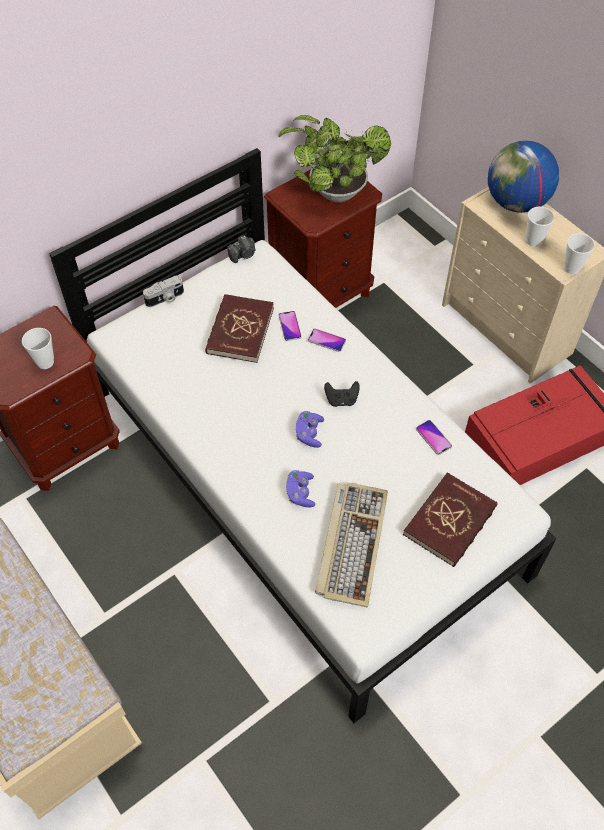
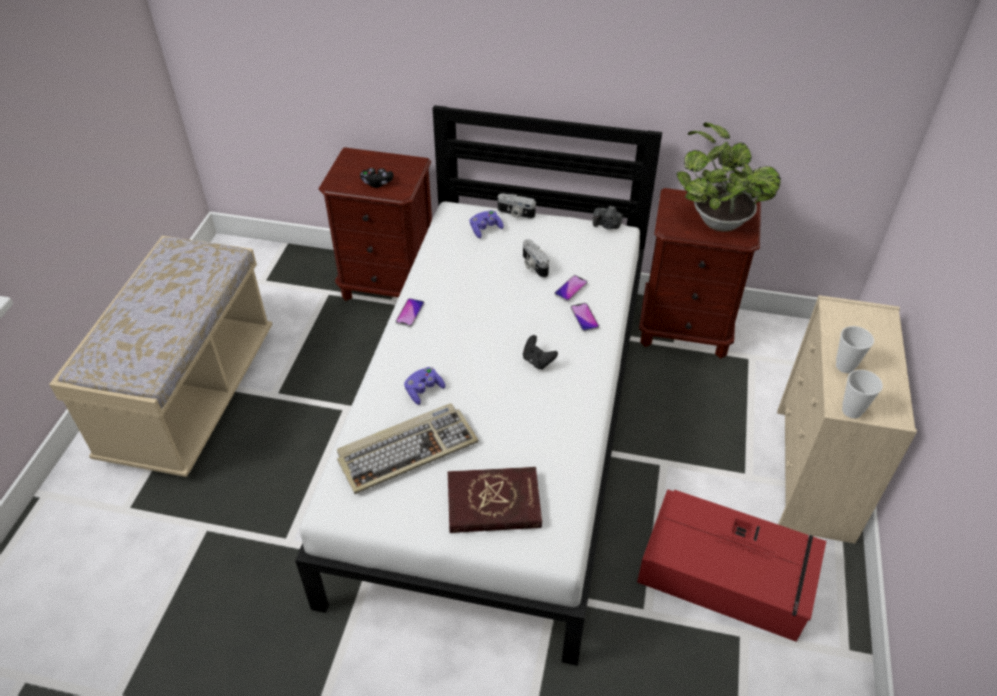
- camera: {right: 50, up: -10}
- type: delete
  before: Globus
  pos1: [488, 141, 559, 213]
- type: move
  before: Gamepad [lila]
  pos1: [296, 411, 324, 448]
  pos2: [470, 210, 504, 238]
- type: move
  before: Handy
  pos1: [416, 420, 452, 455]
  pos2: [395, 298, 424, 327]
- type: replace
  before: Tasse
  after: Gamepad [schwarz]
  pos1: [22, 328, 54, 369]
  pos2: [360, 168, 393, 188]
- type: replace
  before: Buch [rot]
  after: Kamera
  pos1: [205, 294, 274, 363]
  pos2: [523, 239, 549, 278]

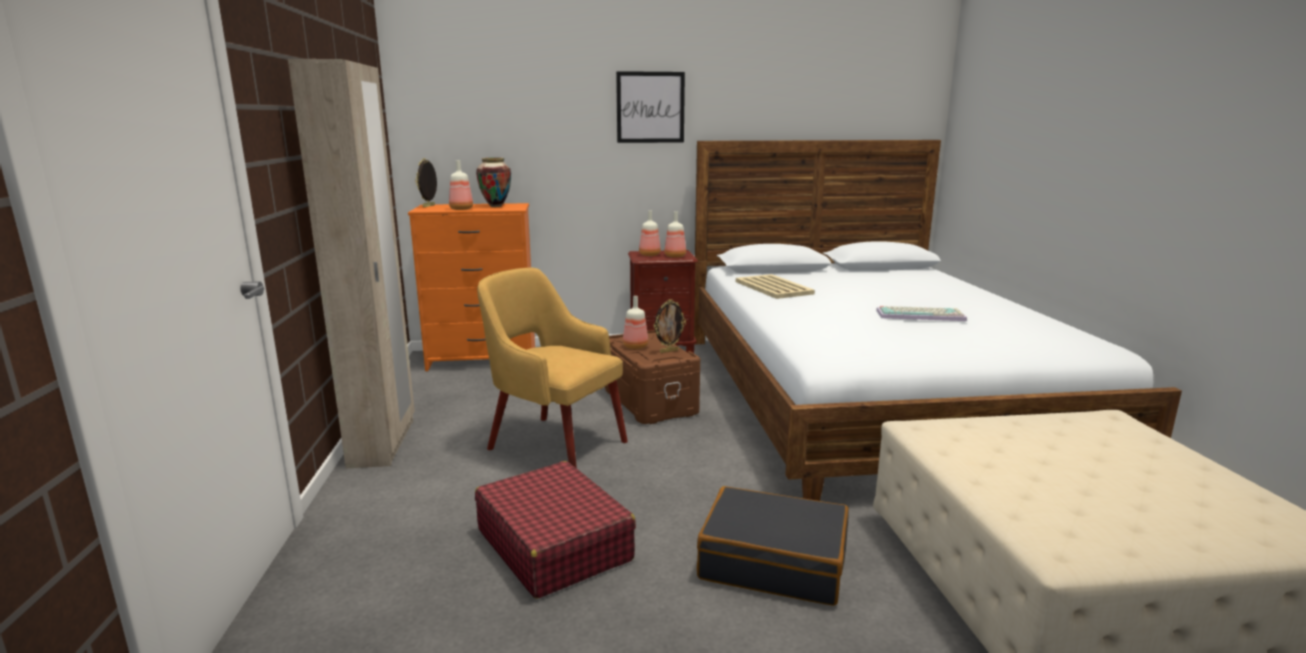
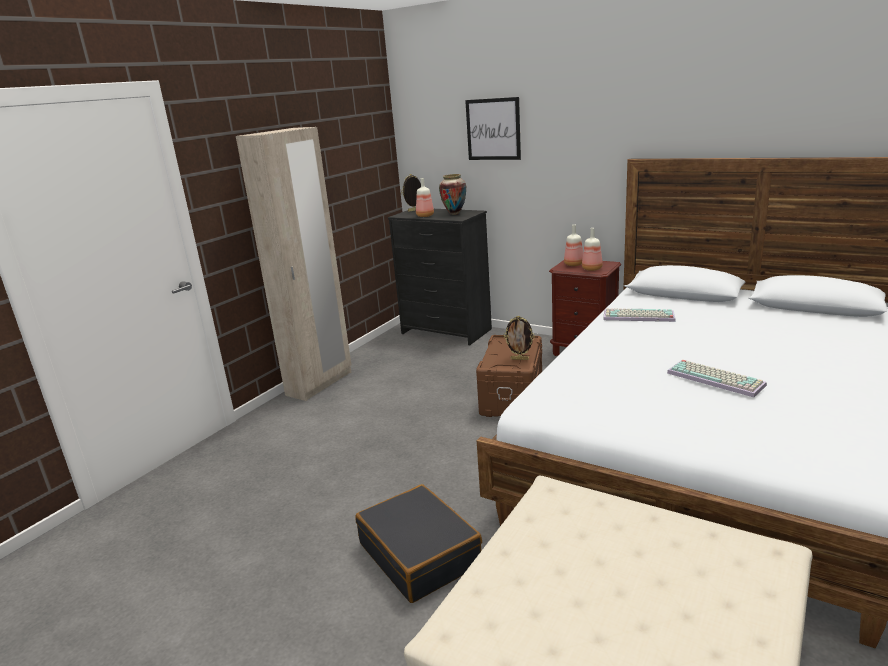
- camera: {right: 40, up: 5}
- type: delete
  before: Koffer [rot]
  pos1: [475, 461, 636, 599]
- type: delete
  before: Sessel [gelb]
  pos1: [477, 268, 628, 468]
- type: delete
  before: Flasche
  pos1: [623, 296, 648, 349]
- type: move
  before: Bild
  pos1: [616, 71, 685, 143]
  pos2: [465, 97, 521, 160]
- type: replace
  before: Tablett [beige]
  after: Tastatur
  pos1: [736, 274, 815, 299]
  pos2: [603, 308, 676, 322]
- type: recolor
  before: Kommode [orange]
  after: Kommode [schwarz]
  pos1: [408, 203, 535, 371]
  pos2: [388, 209, 492, 345]

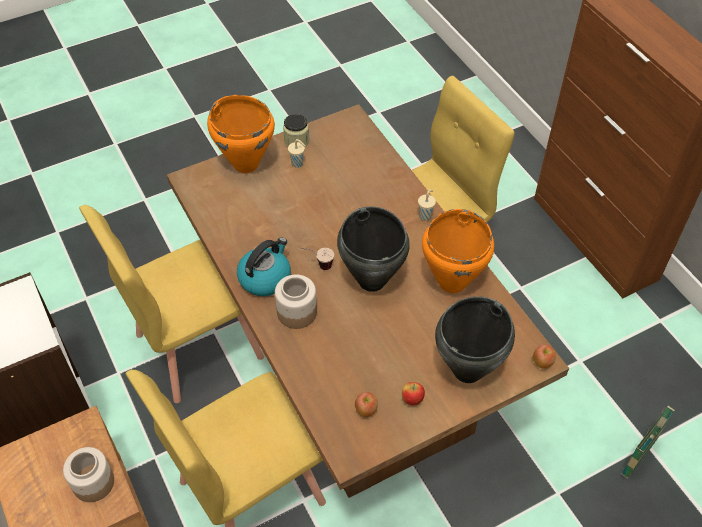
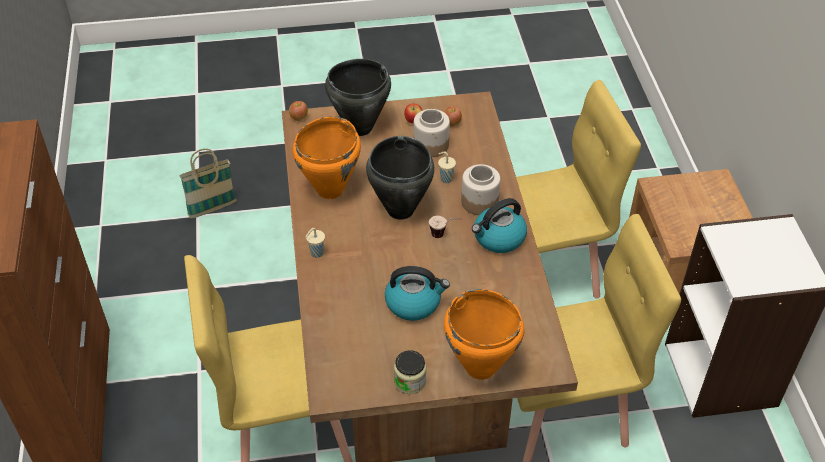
- camera: {right: -160, up: -5}
- type: insert
  after: Wasserkessel
  pos2: [385, 266, 450, 321]
- type: move
  before: Vorratsglas
  pos1: [63, 447, 114, 502]
  pos2: [414, 109, 450, 157]
- type: move
  before: Tasse [beige]
  pos1: [288, 139, 305, 168]
  pos2: [438, 151, 456, 183]

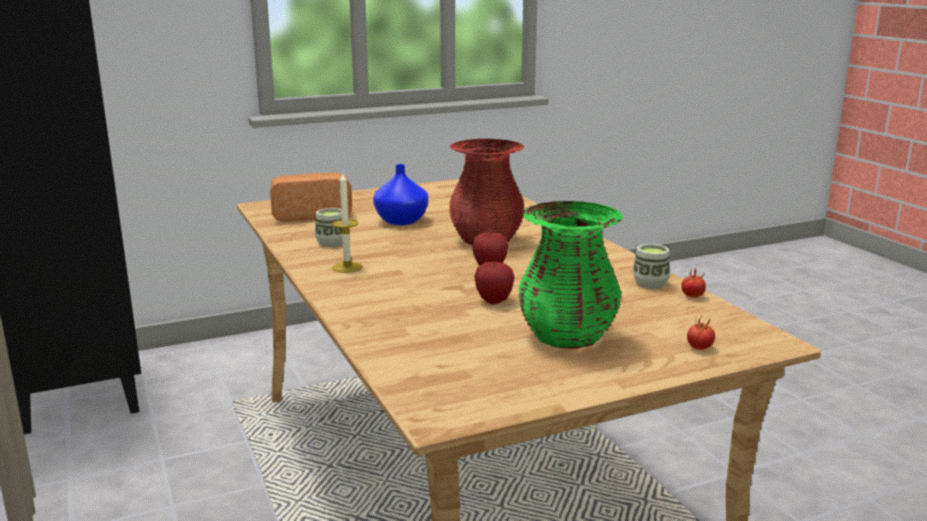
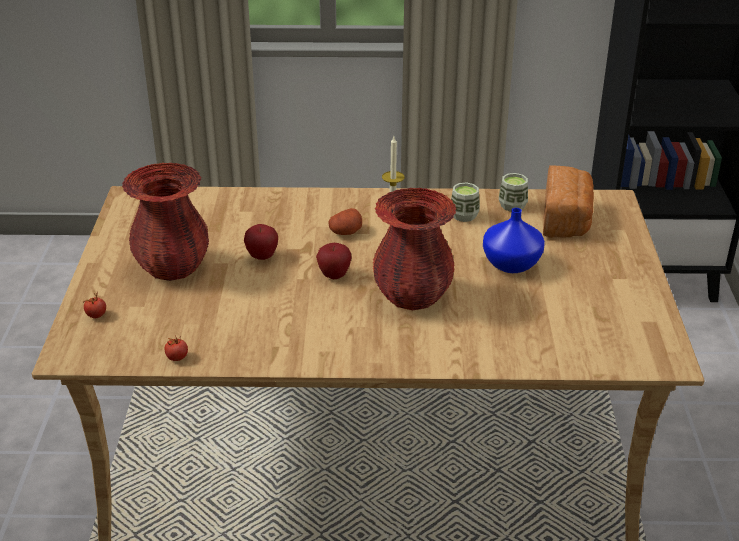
- camera: {right: 115, up: 15}
- type: insert
  after: Kartoffel
  pos2: [328, 208, 362, 235]
- type: move
  before: Tasse
  pos1: [633, 244, 670, 289]
  pos2: [499, 173, 528, 211]
- type: recolor
  before: Vase [grün]
  after: Vase [rot]
  pos1: [518, 201, 624, 349]
  pos2: [122, 163, 209, 281]

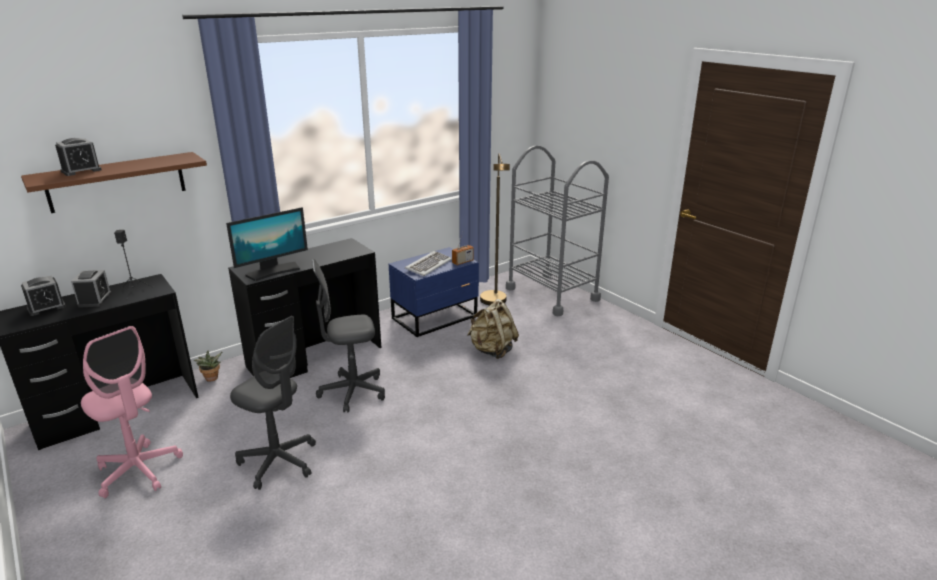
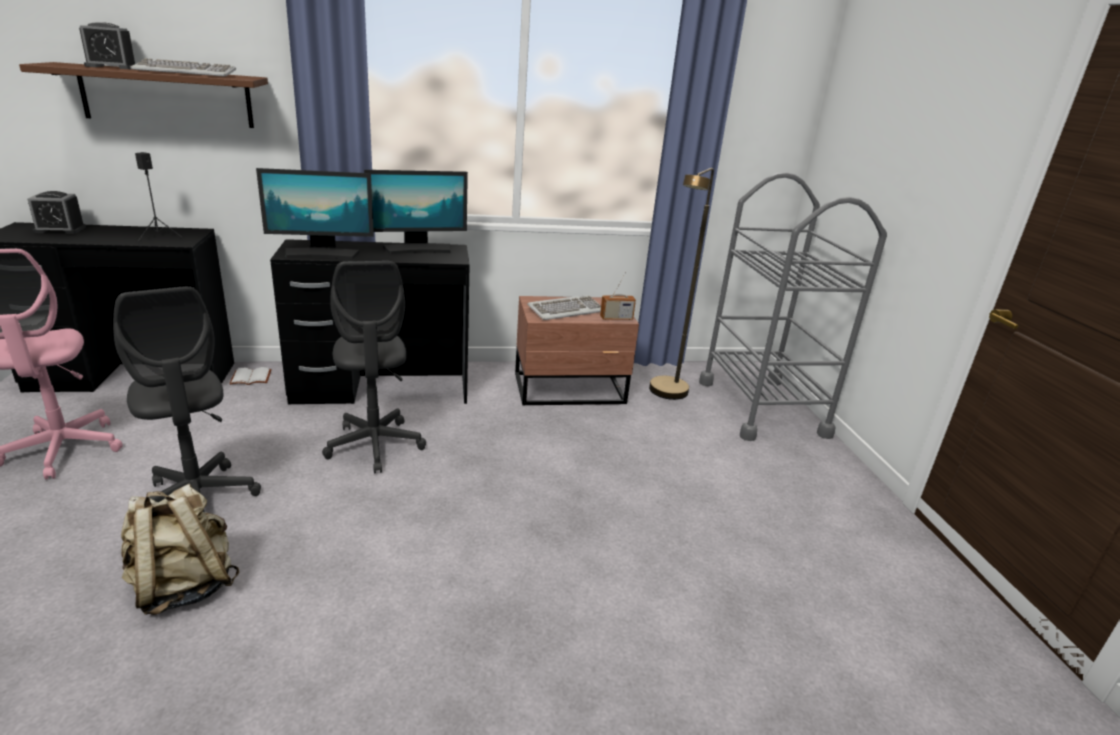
- camera: {right: 25, up: 0}
- type: delete
  before: Wecker
  pos1: [71, 270, 112, 308]
- type: insert
  after: Tastatur
  pos2: [130, 58, 236, 77]
- type: insert
  after: Monitor
  pos2: [364, 170, 468, 254]
- type: move
  before: Rucksack [beige]
  pos1: [467, 299, 519, 359]
  pos2: [121, 484, 240, 615]
- type: replace
  before: Topfpflanze
  after: Buch [weiß]
  pos1: [194, 351, 222, 382]
  pos2: [230, 367, 272, 385]
- type: recolor
  before: Nachttisch [blau]
  after: Nachttisch [braun]
  pos1: [389, 247, 479, 337]
  pos2: [515, 296, 639, 405]
- type: rotate
  before: Bürostuhl [grau]
  pos1: [312, 259, 385, 413]
  pos2: [322, 261, 426, 474]
  turn: -120

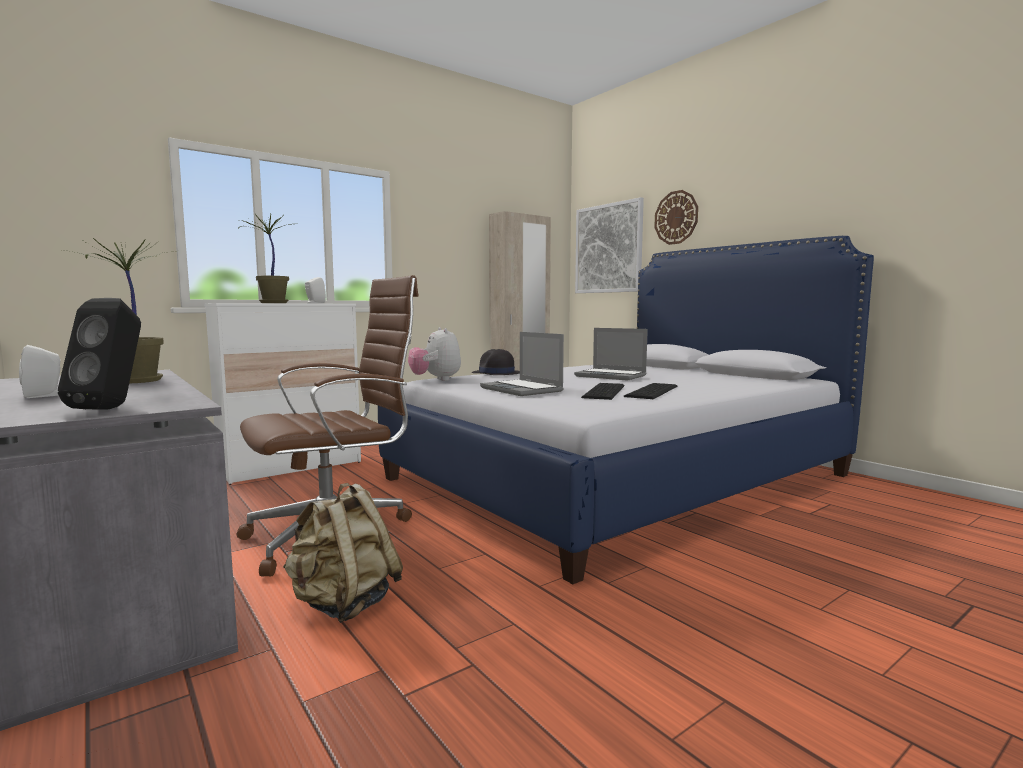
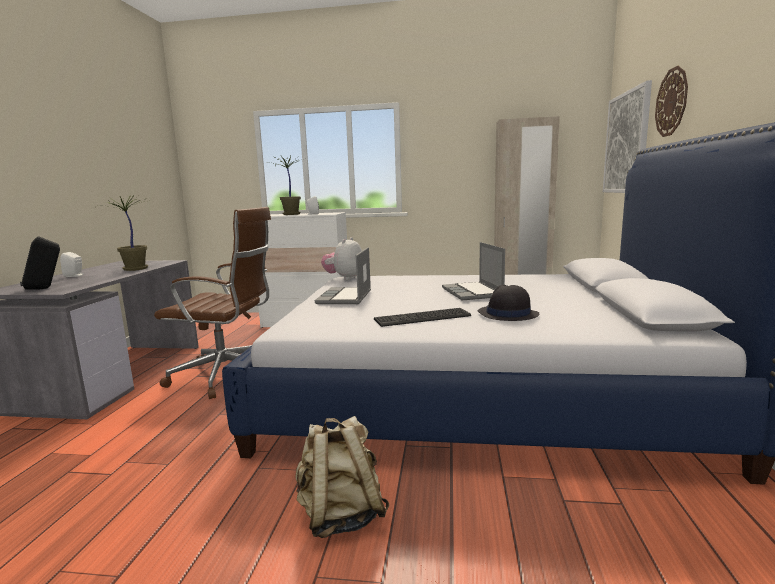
- camera: {right: 45, up: 5}
- type: delete
  before: Tastatur
  pos1: [581, 383, 625, 400]
- type: move
  before: Rucksack [beige]
  pos1: [283, 483, 403, 623]
  pos2: [296, 416, 390, 538]
- type: move
  before: Hut [schwarz]
  pos1: [472, 349, 520, 375]
  pos2: [478, 285, 539, 321]

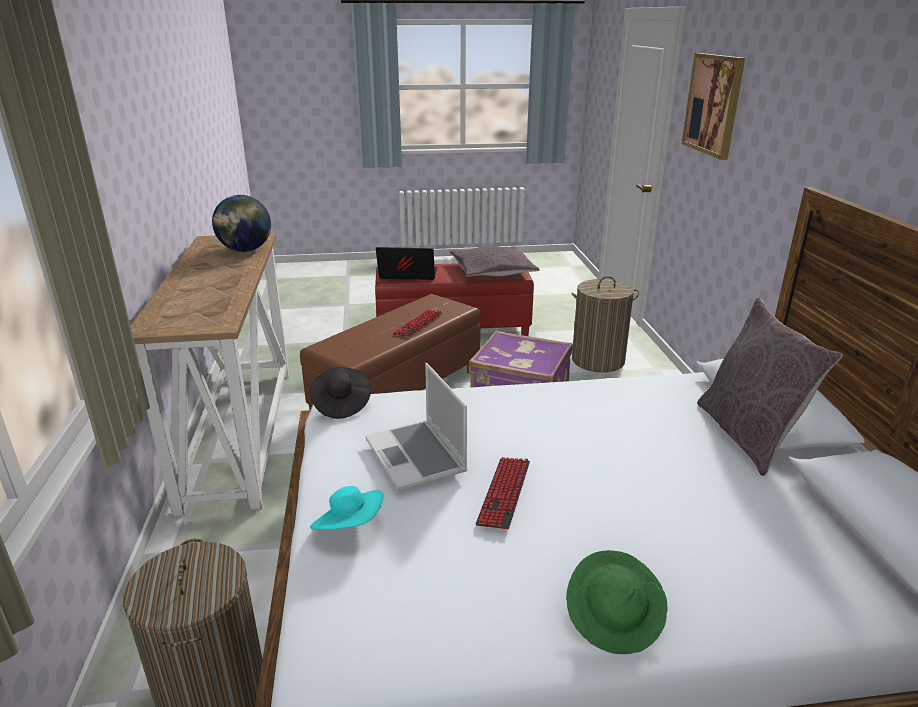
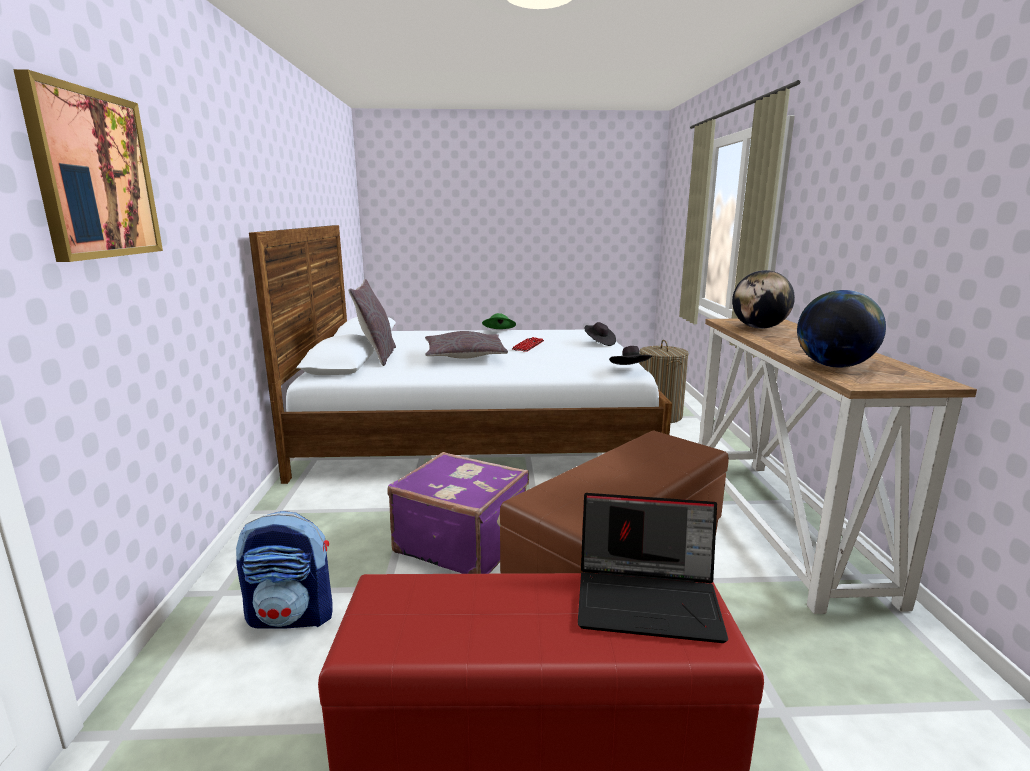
- camera: {right: -175, up: -10}
- type: delete
  before: Laptop
  pos1: [366, 363, 467, 491]
- type: delete
  before: Tastatur
  pos1: [393, 310, 442, 337]
- type: insert
  after: Globus
  pos2: [732, 270, 795, 329]
- type: move
  before: Kissen [grau]
  pos1: [450, 246, 540, 277]
  pos2: [425, 331, 508, 359]
- type: replace
  before: Wäschekorb
  after: Rucksack
  pos1: [571, 276, 639, 373]
  pos2: [236, 511, 332, 629]
- type: recolor
  before: Hut [türkis]
  after: Hut [schwarz]
  pos1: [310, 486, 384, 530]
  pos2: [584, 322, 616, 346]

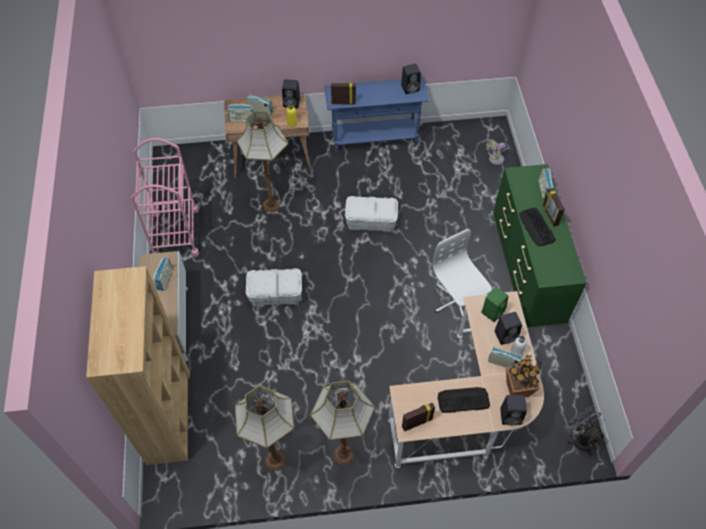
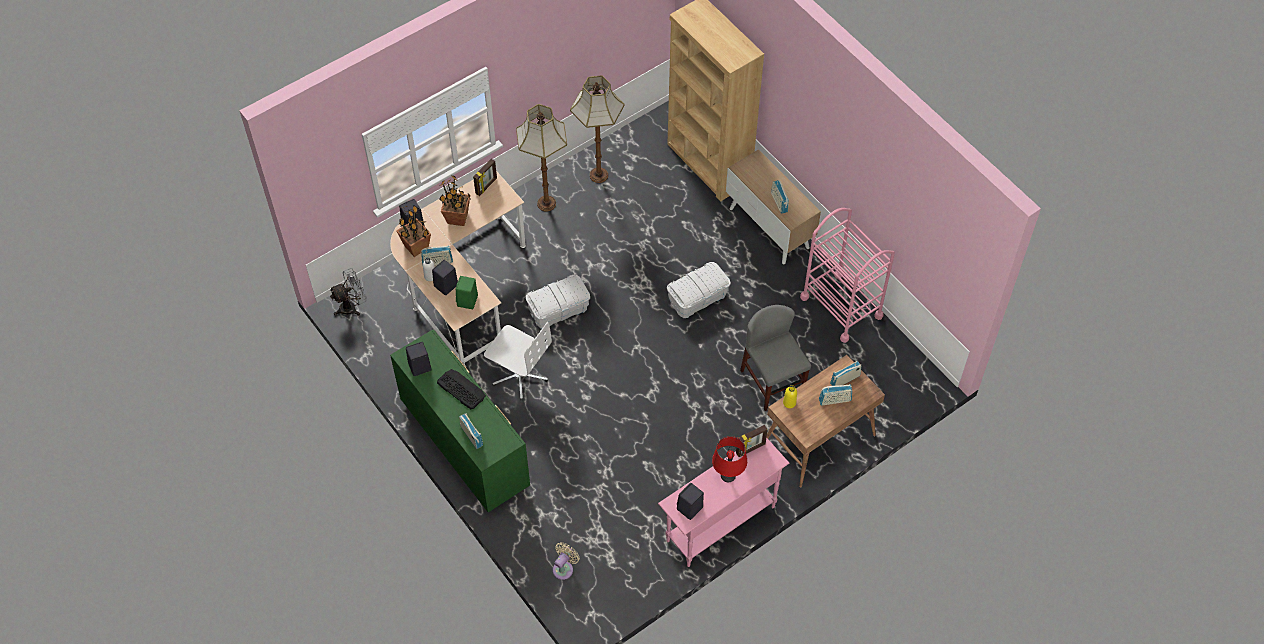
- camera: {right: 150, up: 0}
- type: delete
  before: Bilderrahmen
  pos1: [543, 188, 565, 227]
- type: insert
  after: Tischlampe [rot]
  pos2: [712, 436, 747, 482]
- type: move
  before: Lautsprecher [schwarz]
  pos1: [282, 79, 300, 108]
  pos2: [406, 342, 432, 376]
- type: move
  before: Aufbewahrungsbox [weiß]
  pos1: [345, 196, 398, 232]
  pos2: [526, 275, 590, 329]
- type: replace
  before: Stehlampe
  after: Stuhl [grau]
  pos1: [237, 111, 288, 212]
  pos2: [740, 305, 811, 411]
- type: replace
  before: Tastatur
  after: Topfpflanze
  pos1: [437, 387, 490, 413]
  pos2: [439, 175, 470, 226]
- type: recolor
  before: Konsolentisch [blau]
  after: Konsolentisch [rosa]
  pos1: [324, 77, 429, 153]
  pos2: [658, 437, 789, 567]
- type: rotate
  before: Ventilator [grau]
  pos1: [564, 406, 605, 456]
  pos2: [329, 268, 367, 316]
  turn: -60

